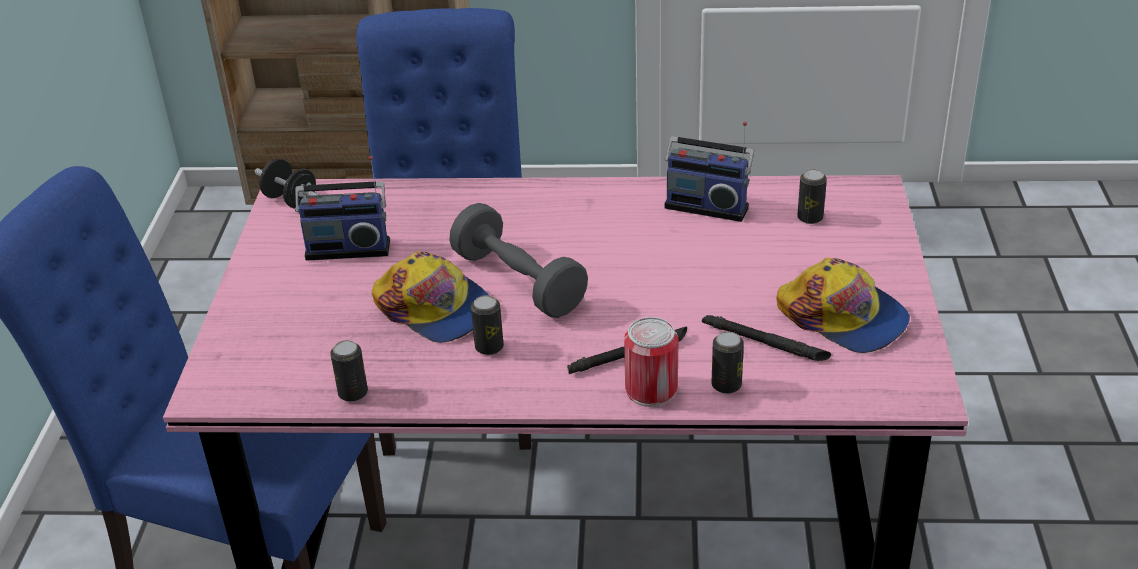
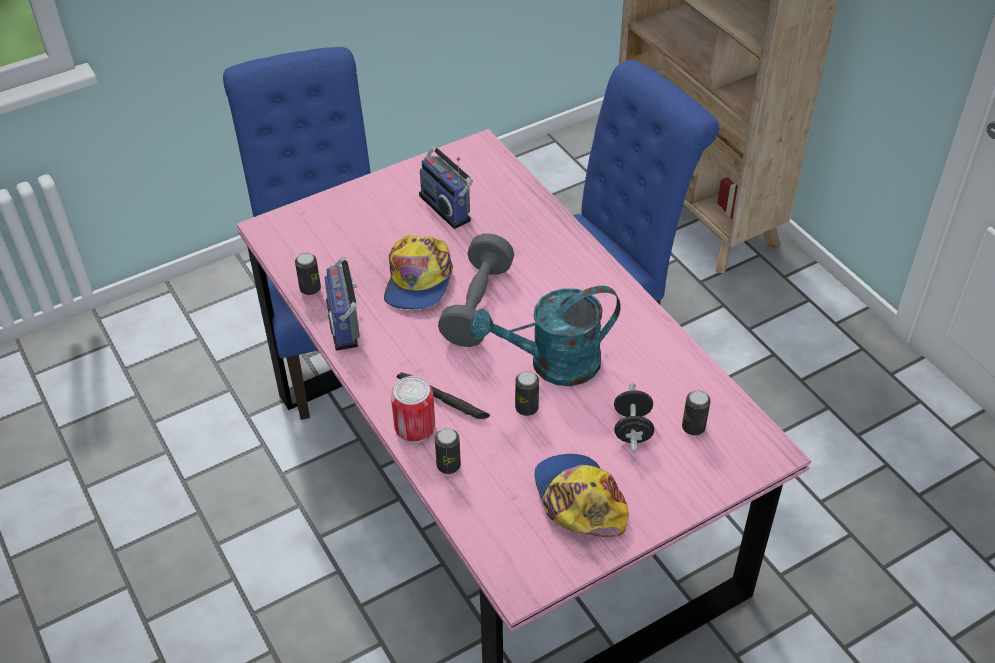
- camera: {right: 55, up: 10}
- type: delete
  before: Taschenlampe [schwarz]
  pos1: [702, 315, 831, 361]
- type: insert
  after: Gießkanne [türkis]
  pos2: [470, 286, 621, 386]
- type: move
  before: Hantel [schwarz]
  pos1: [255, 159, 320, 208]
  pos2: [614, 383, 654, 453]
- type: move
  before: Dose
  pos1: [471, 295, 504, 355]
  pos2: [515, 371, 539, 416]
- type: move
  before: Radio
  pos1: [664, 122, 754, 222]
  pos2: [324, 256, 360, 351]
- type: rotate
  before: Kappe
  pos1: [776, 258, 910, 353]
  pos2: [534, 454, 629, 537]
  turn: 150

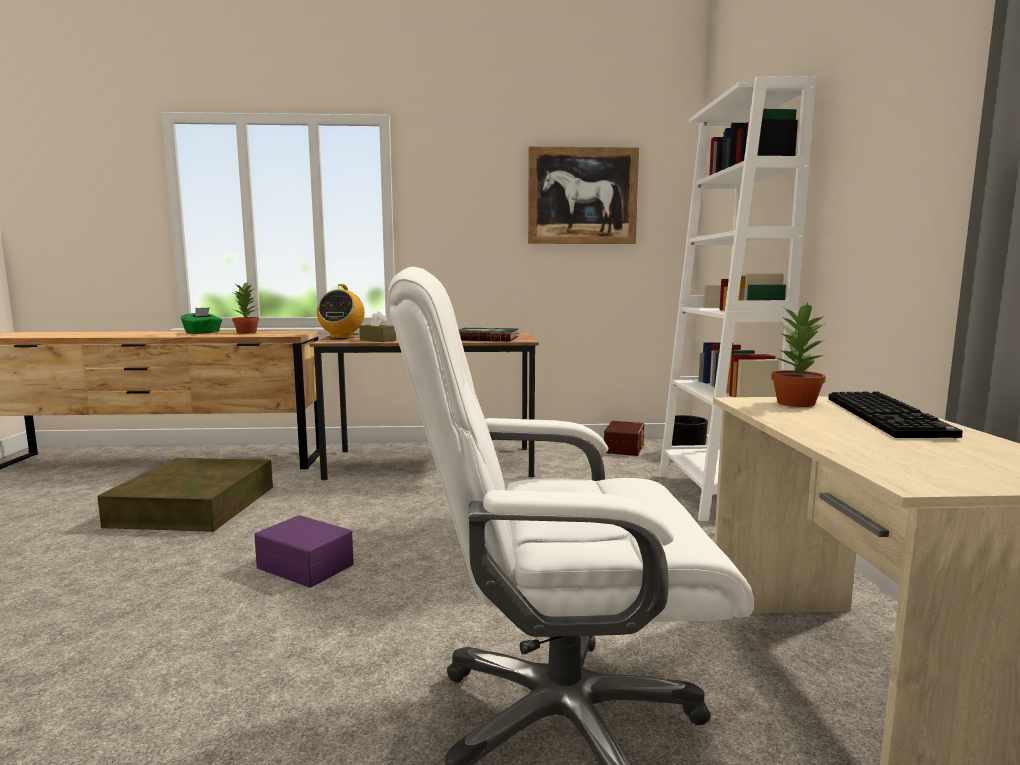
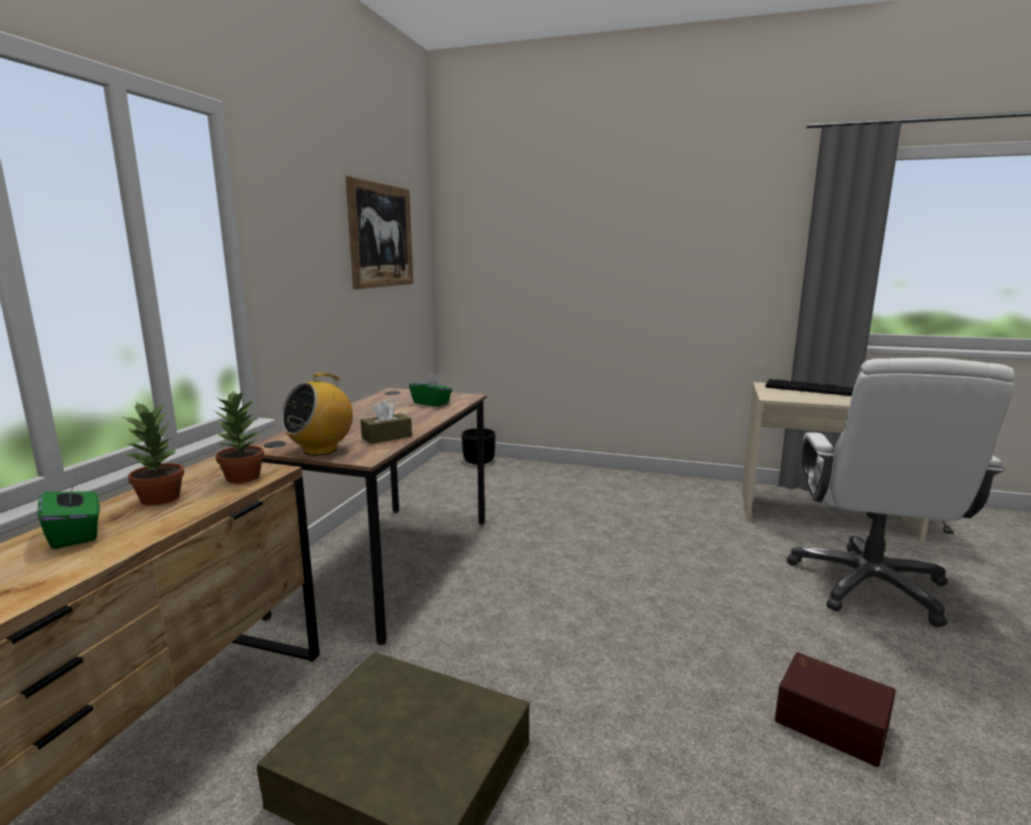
- camera: {right: -70, up: 5}
- type: delete
  before: Aufbewahrungsbox [lila]
  pos1: [254, 515, 354, 588]
- type: delete
  before: Bücherregal [weiß]
  pos1: [659, 76, 816, 521]
- type: move
  before: Aufbewahrungsbox [braun]
  pos1: [604, 421, 644, 456]
  pos2: [775, 652, 896, 767]
- type: move
  before: Topfpflanze
  pos1: [771, 303, 826, 407]
  pos2: [214, 390, 264, 483]
- type: replace
  before: Buch
  after: Taschentuchbox [grün]
  pos1: [459, 328, 519, 341]
  pos2: [409, 373, 452, 407]
- type: rotate
  before: Radio
  pos1: [317, 284, 365, 339]
  pos2: [281, 373, 353, 456]
  turn: 105

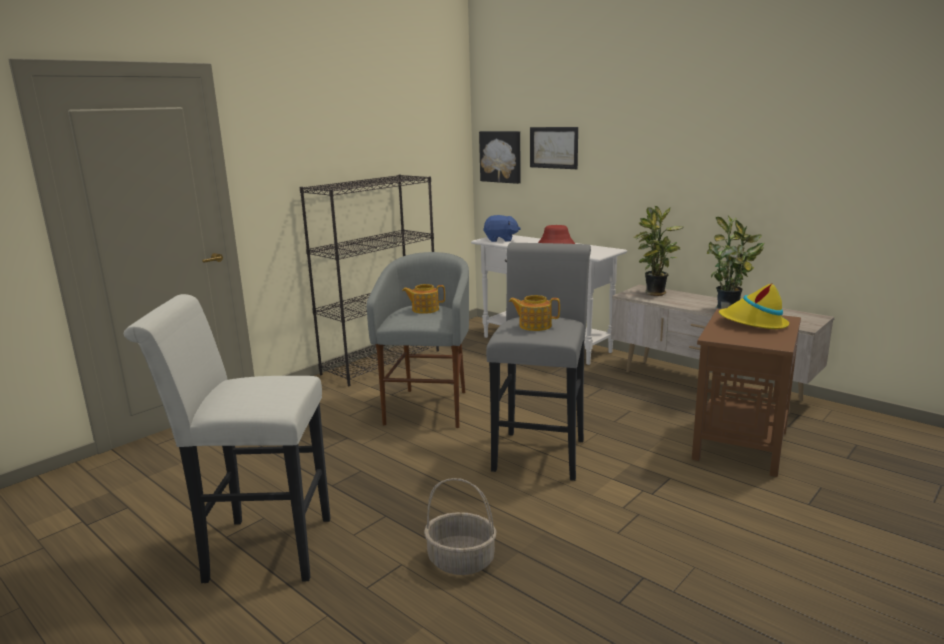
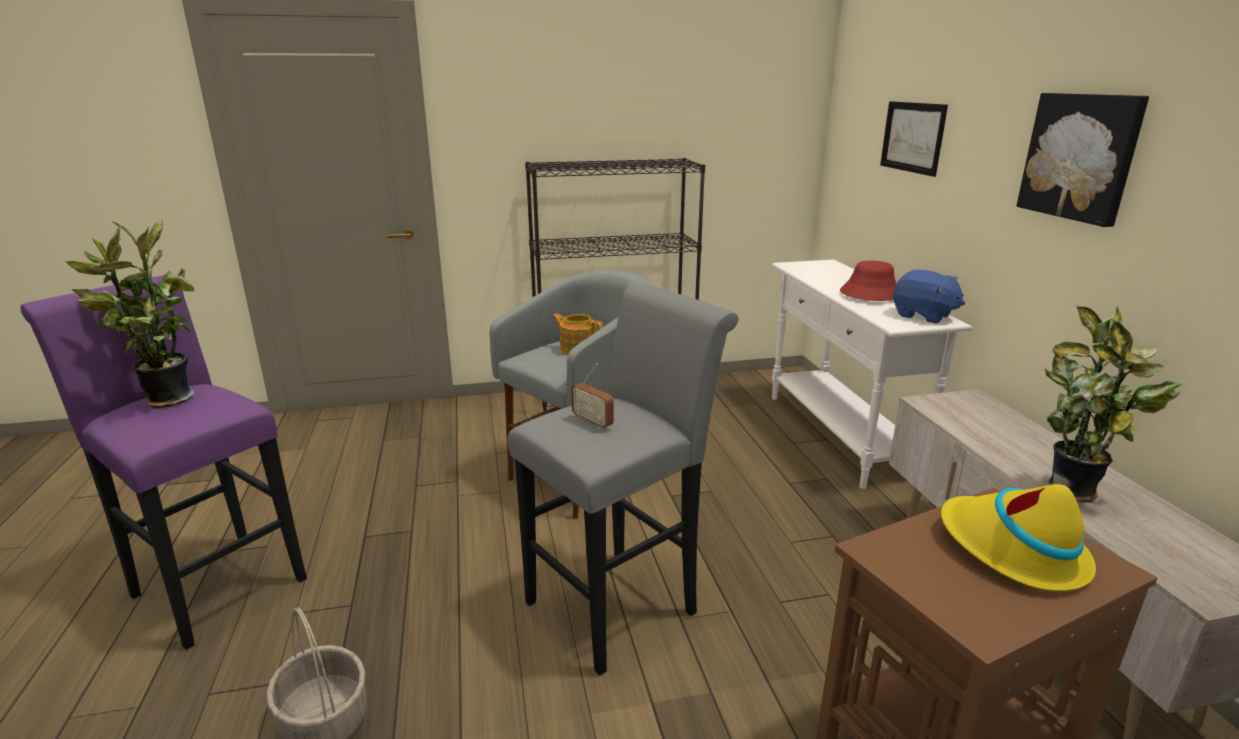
- camera: {right: 35, up: 5}
- type: move
  before: Bild
  pos1: [479, 131, 521, 184]
  pos2: [1016, 93, 1149, 227]
- type: move
  before: Plüschtier [blau]
  pos1: [483, 215, 521, 242]
  pos2: [893, 270, 965, 324]
- type: move
  before: Topfpflanze
  pos1: [633, 205, 684, 296]
  pos2: [65, 220, 194, 409]
- type: replace
  before: Teekanne
  after: Radio
  pos1: [509, 295, 560, 331]
  pos2: [571, 363, 614, 430]
- type: recolor
  before: Hocker [weiß]
  after: Hocker [lila]
  pos1: [124, 294, 331, 583]
  pos2: [21, 275, 307, 650]

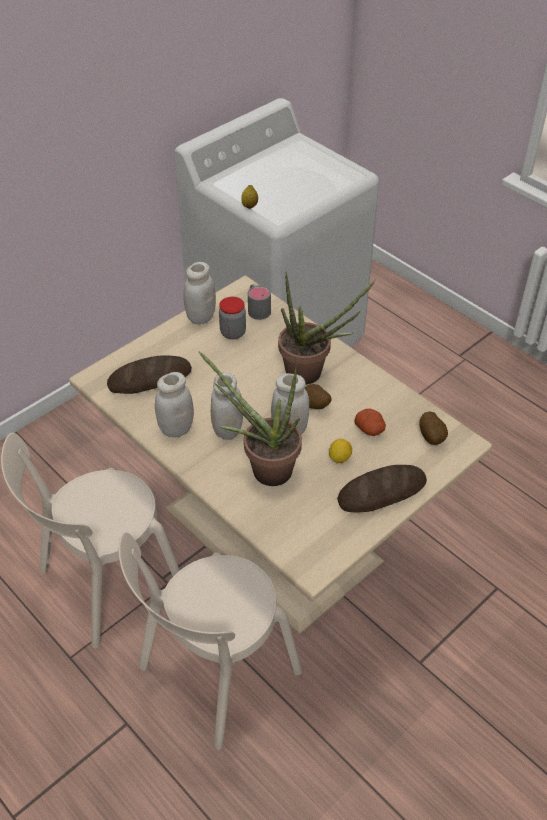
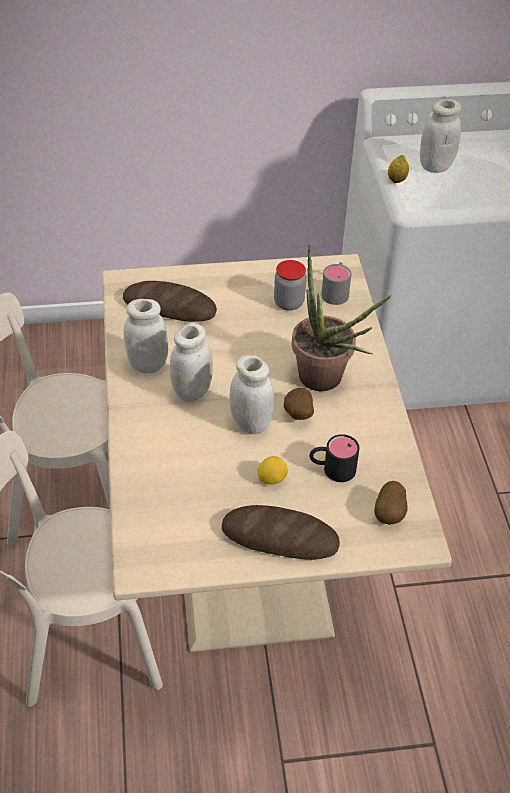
- camera: {right: 35, up: 0}
- type: delete
  before: Topfpflanze
  pos1: [199, 351, 302, 486]
- type: move
  before: Vorratsglas [weiß]
  pos1: [183, 262, 216, 324]
  pos2: [420, 99, 461, 173]
- type: replace
  before: Kartoffel
  after: Henkelbecher [schwarz]
  pos1: [355, 408, 386, 436]
  pos2: [309, 434, 360, 482]

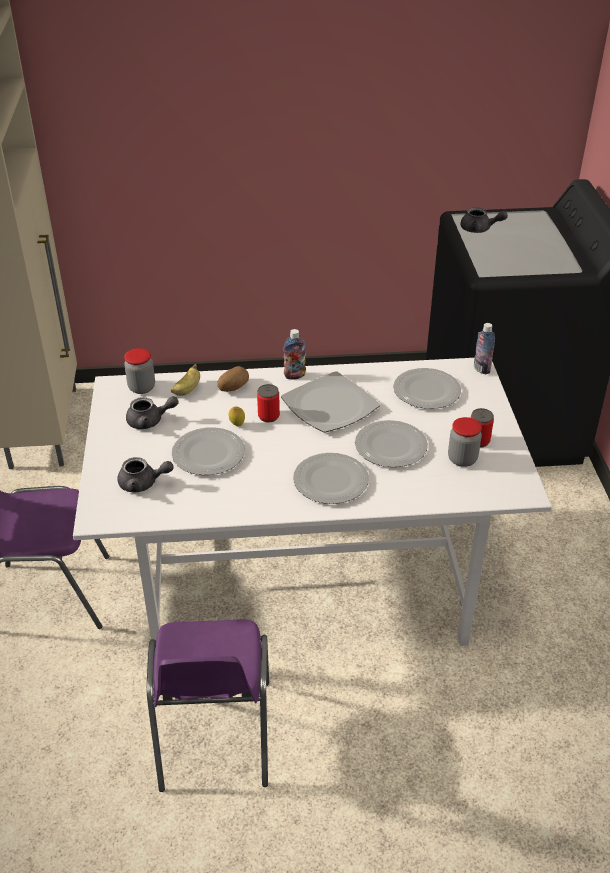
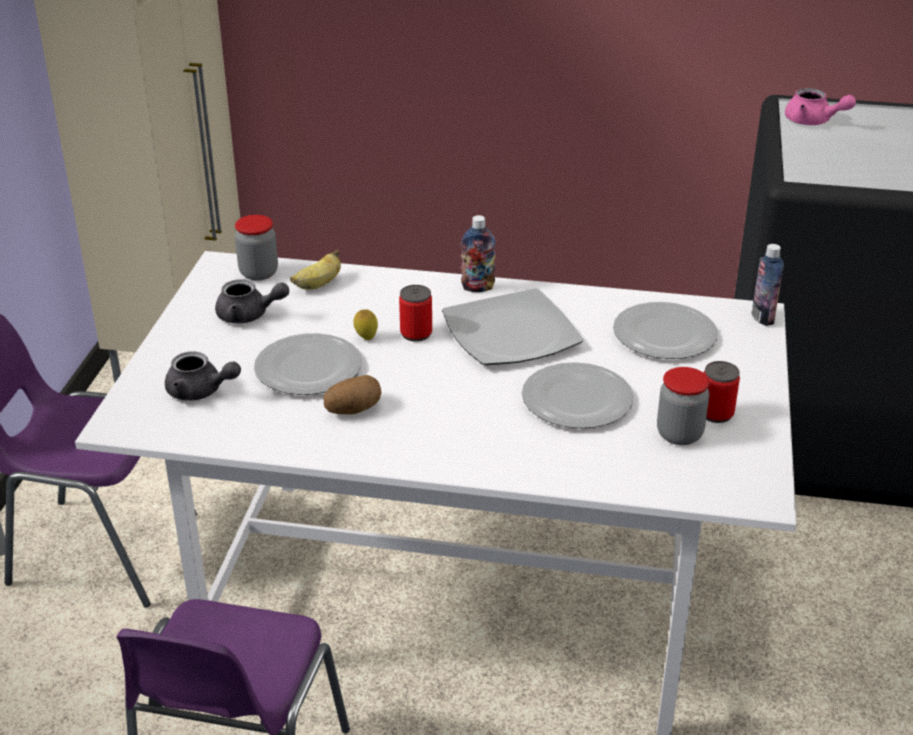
- camera: {right: 15, up: -5}
- type: delete
  before: Teller
  pos1: [293, 453, 369, 504]
- type: move
  before: Kartoffel
  pos1: [218, 366, 249, 392]
  pos2: [324, 375, 381, 415]
- type: recolor
  before: Teekanne [grau]
  after: Teekanne [rosa]
  pos1: [461, 207, 508, 233]
  pos2: [785, 88, 856, 125]

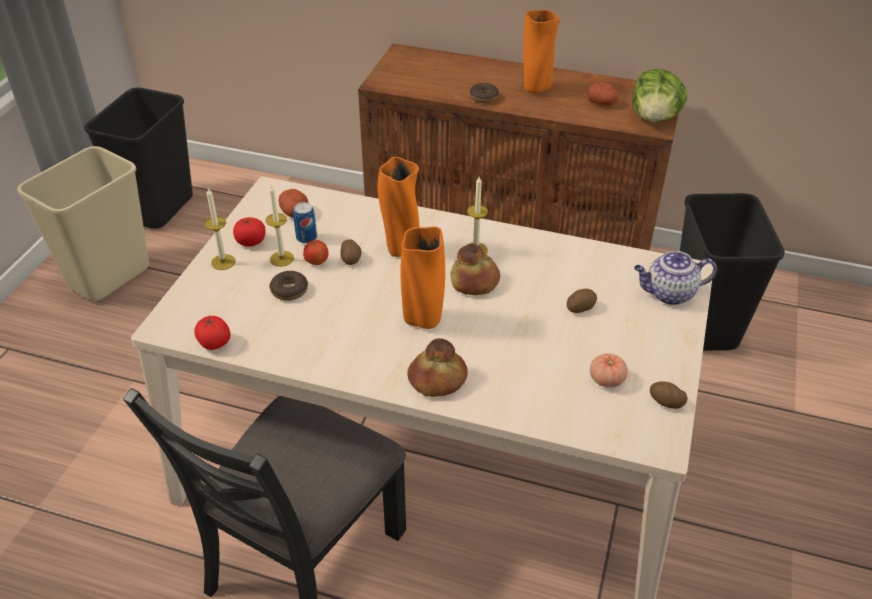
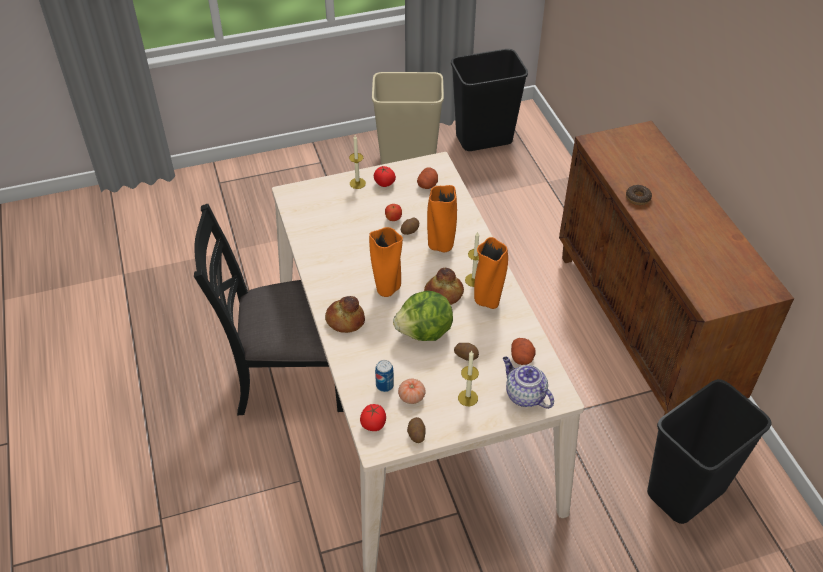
- camera: {right: 55, up: 5}
- type: delete
  before: Donut
  pos1: [269, 271, 308, 301]
- type: move
  before: Tomate
  pos1: [194, 315, 231, 350]
  pos2: [360, 404, 386, 431]
- type: move
  before: Kerze
  pos1: [266, 185, 294, 267]
  pos2: [458, 350, 479, 406]
- type: move
  before: Dose
  pos1: [293, 202, 317, 244]
  pos2: [375, 360, 394, 392]
- type: move
  before: Vase [orange]
  pos1: [523, 10, 560, 94]
  pos2: [474, 237, 508, 309]
- type: move
  before: Kartoffel
  pos1: [587, 82, 619, 106]
  pos2: [511, 338, 536, 365]
- type: move
  before: Salatkopf
  pos1: [632, 69, 687, 122]
  pos2: [393, 291, 453, 341]

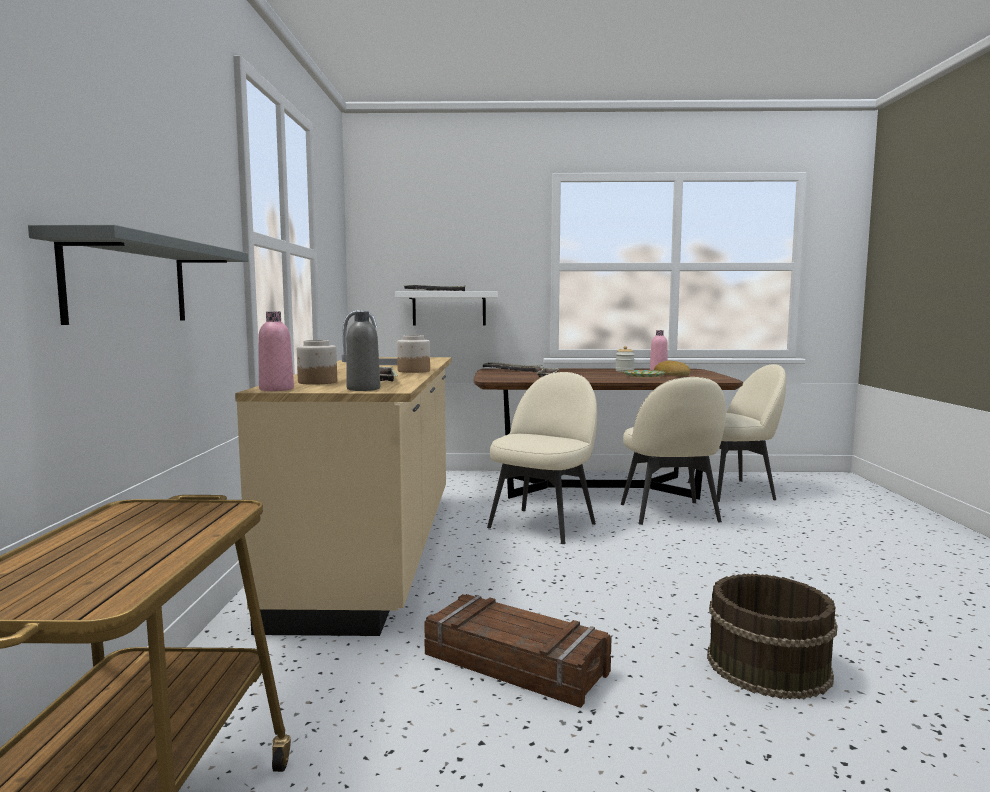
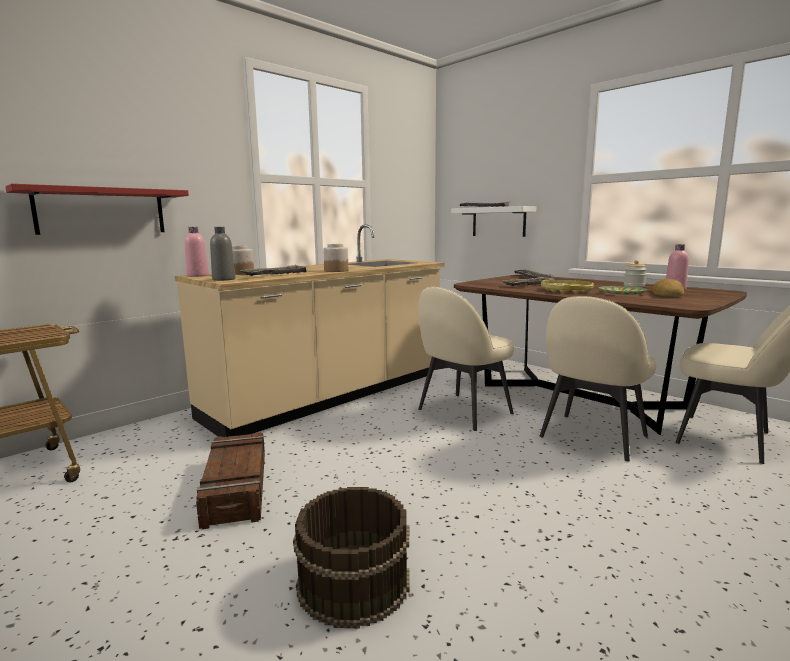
- camera: {right: 45, up: 5}
- type: insert
  after: Tablett [gelb]
  pos2: [541, 280, 594, 293]
- type: recolor
  before: Wandregal [grau]
  after: Wandregal [rot]
  pos1: [28, 224, 248, 325]
  pos2: [5, 184, 189, 235]
- type: rotate
  before: Stuhl [beige]
  pos1: [487, 372, 597, 544]
  pos2: [418, 287, 514, 431]
  turn: 150

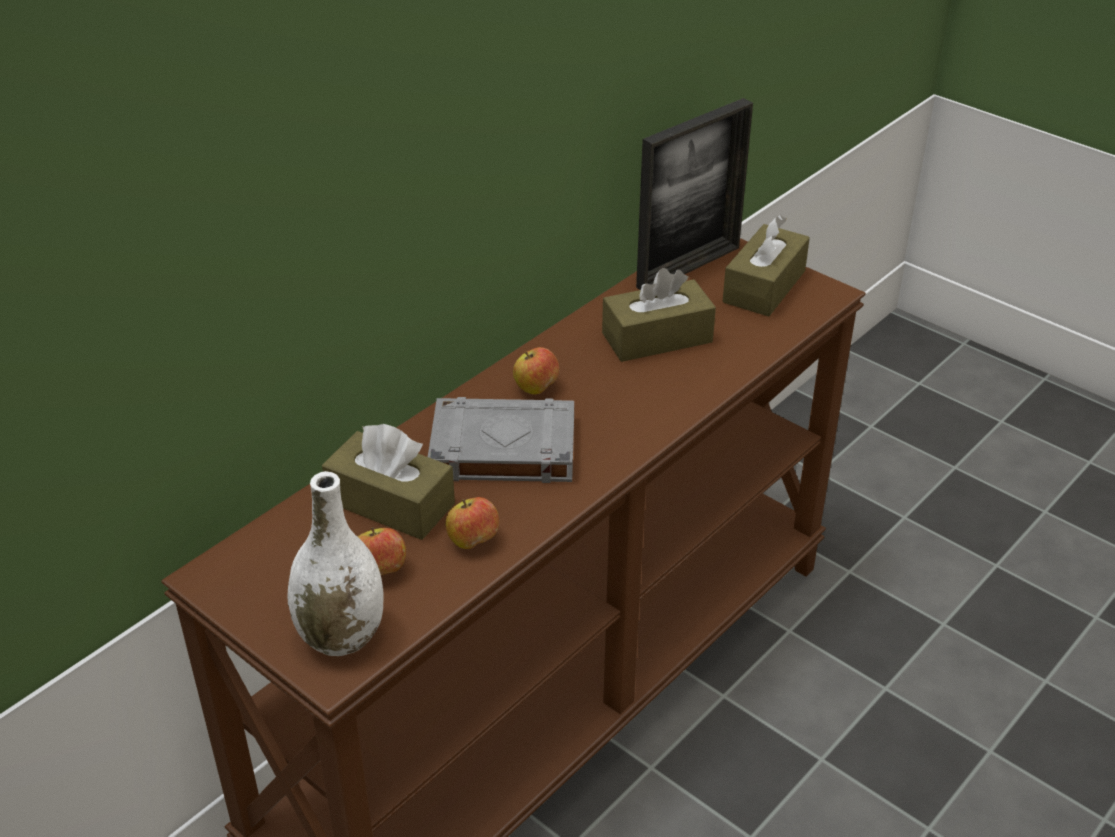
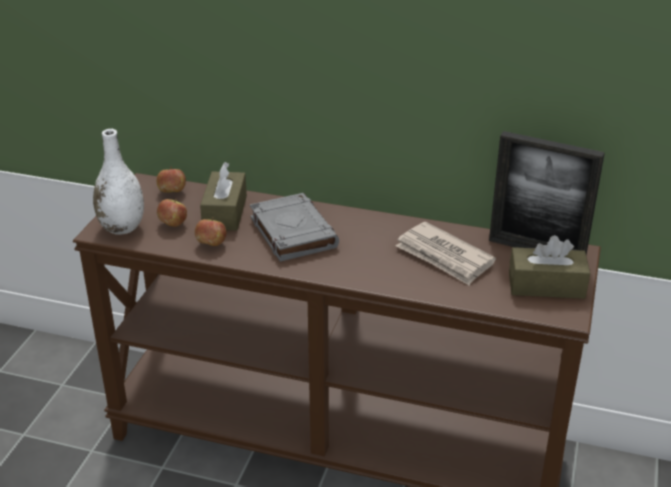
- camera: {right: 65, up: -5}
- type: move
  before: Apfel
  pos1: [513, 347, 559, 394]
  pos2: [157, 167, 186, 193]
- type: replace
  before: Taschentuchbox [braun]
  after: Zeitung
  pos1: [602, 268, 716, 362]
  pos2: [396, 222, 496, 285]

